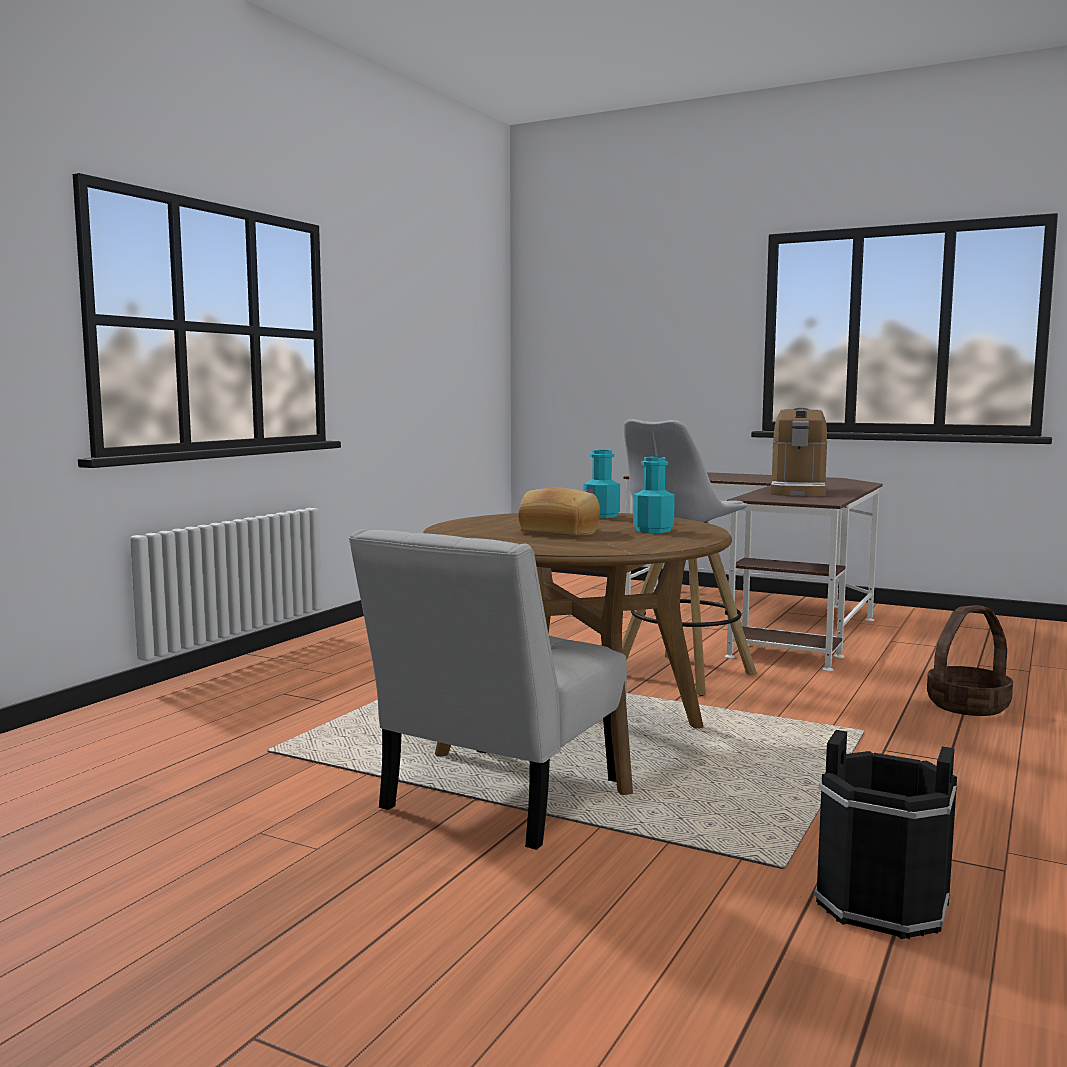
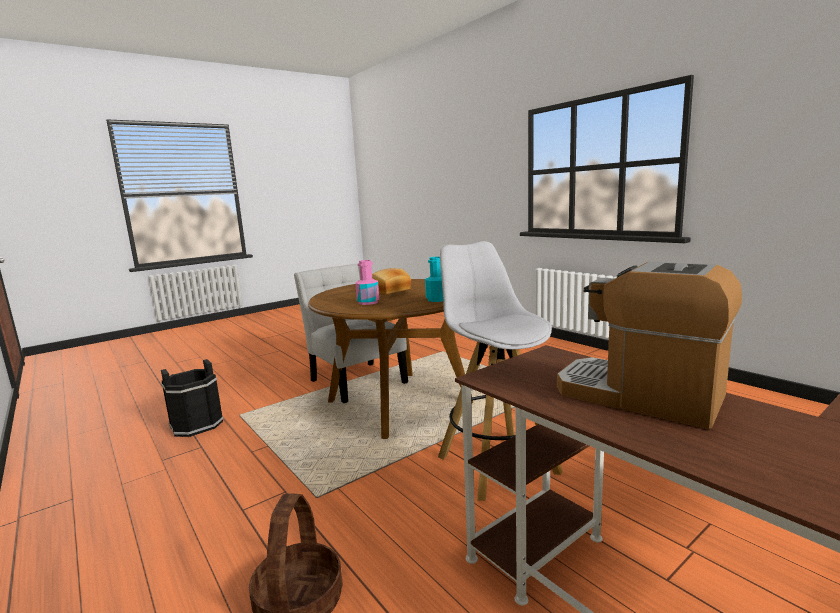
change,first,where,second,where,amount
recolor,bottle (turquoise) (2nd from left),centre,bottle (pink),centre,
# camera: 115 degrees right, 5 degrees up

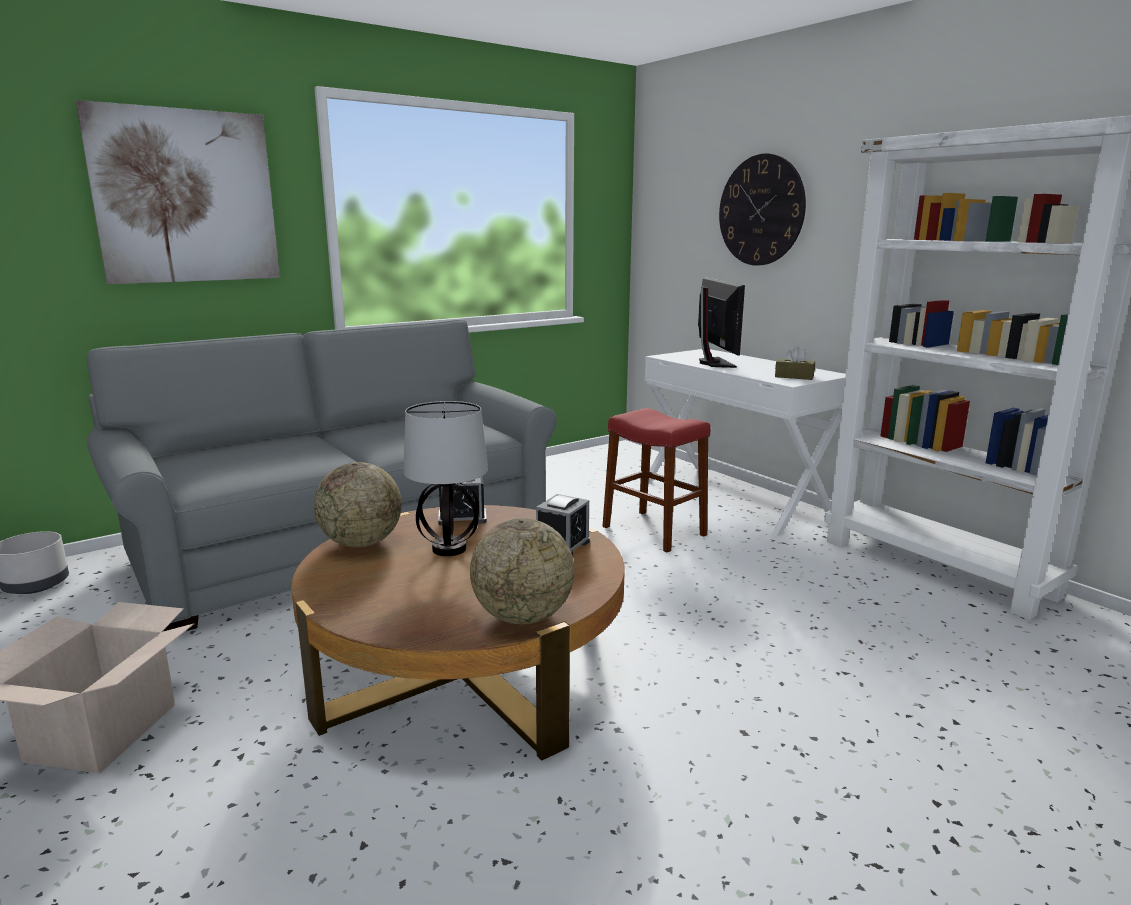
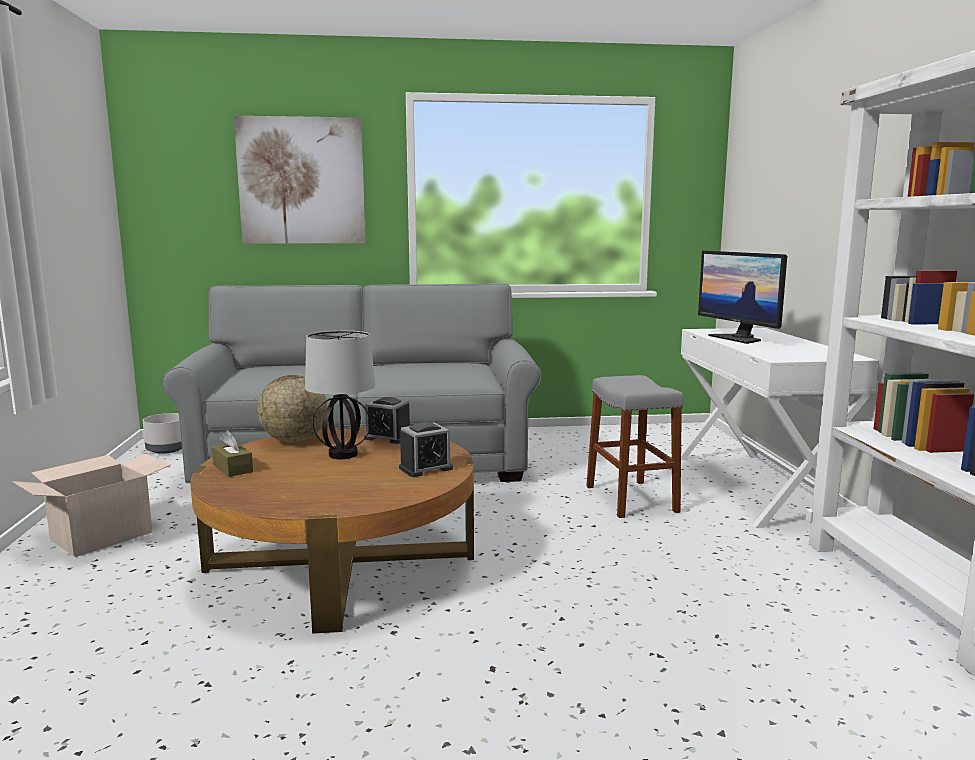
change,first,where,second,where,amount
delete,globe (2nd from left),centre,,,
recolor,stool (red),centre,stool (grey),centre,
rotate,monitor,centre,,middle right,135 degrees clockwise
delete,wall clock,top right,,,
move,tissue box (brown),middle right,,middle left,
# camera: 30 degrees right, 5 degrees down

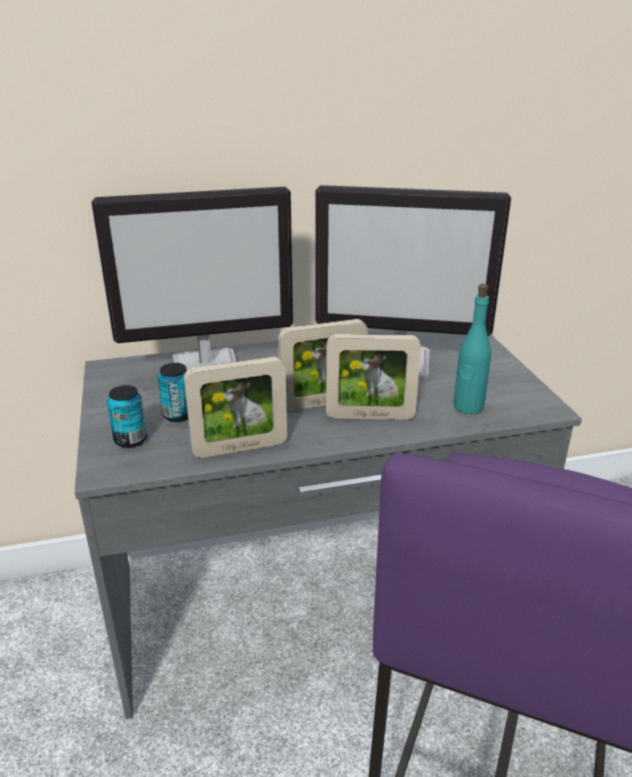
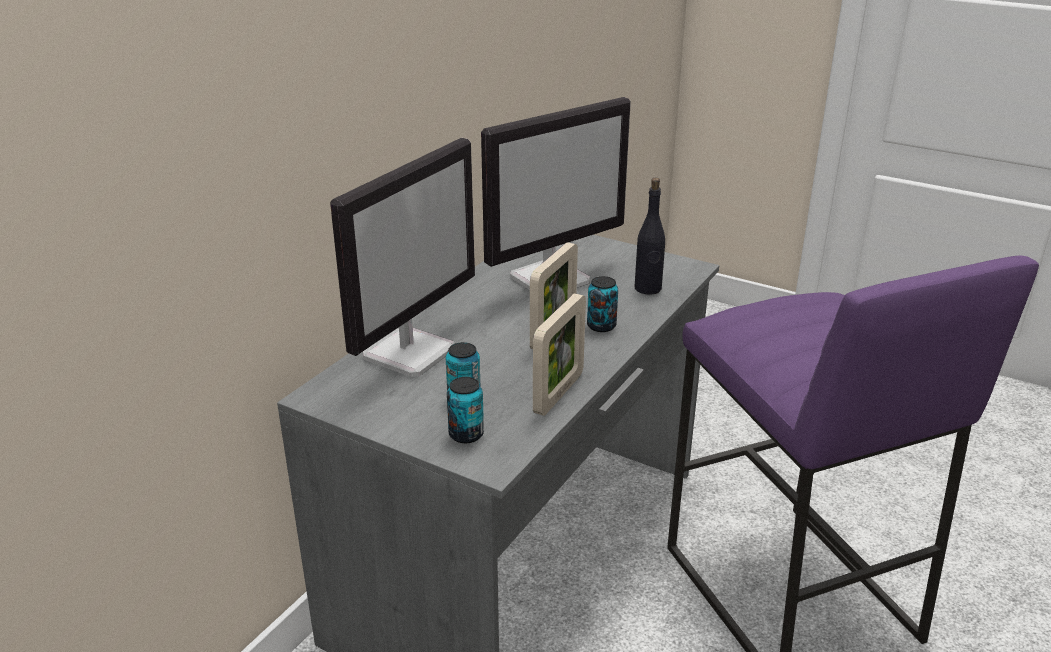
change,first,where,second,where,amount
replace,picture frame (3rd from left),centre,can (3rd from left),centre,
recolor,bottle (turquoise),middle right,bottle (black),centre,
# camera: 45 degrees left, 0 degrees up

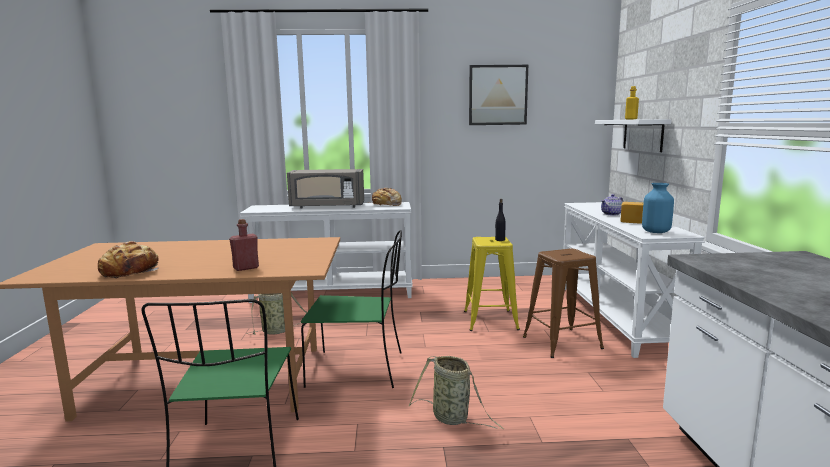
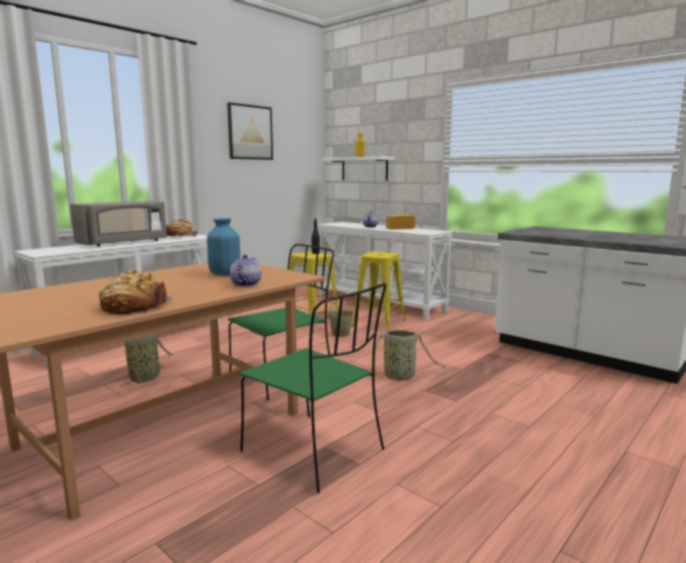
change,first,where,second,where,amount
replace,bottle (red),middle left,teapot (1st from left),centre,
recolor,stool (brown),middle right,stool (yellow) (2nd from left),centre,
move,vase (blue),middle right,,middle left,
insert,,,bucket (beige),centre,
# camera: 45 degrees left, 0 degrees up

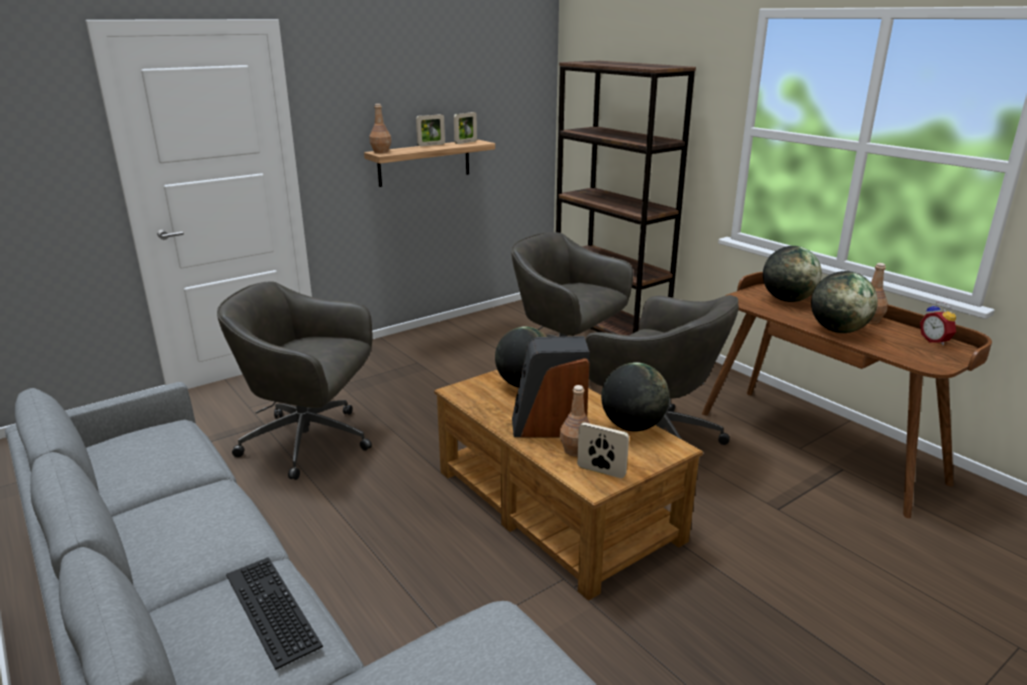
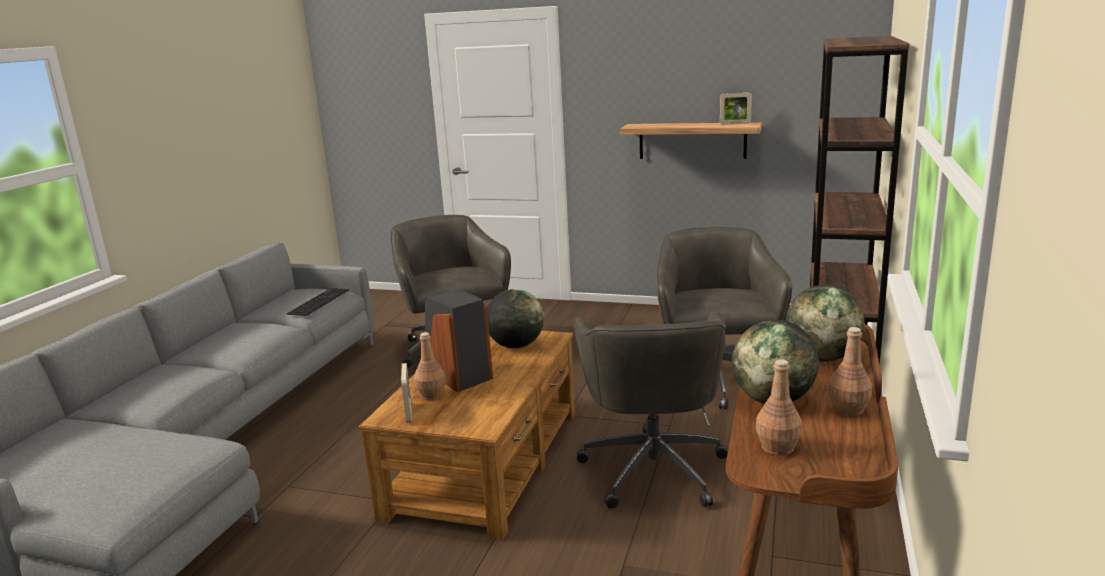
change,first,where,second,where,amount
move,keyboard,bottom left,,middle left,
move,bottle (brown) (1st from left in the first image),top centre,bottle (brown) (2nd from left),bottom right,
delete,picture frame (1st from left),top centre,,,
delete,globe (2nd from left),centre,,,
delete,alarm clock,middle right,,,
# camera: 55 degrees right, 5 degrees down

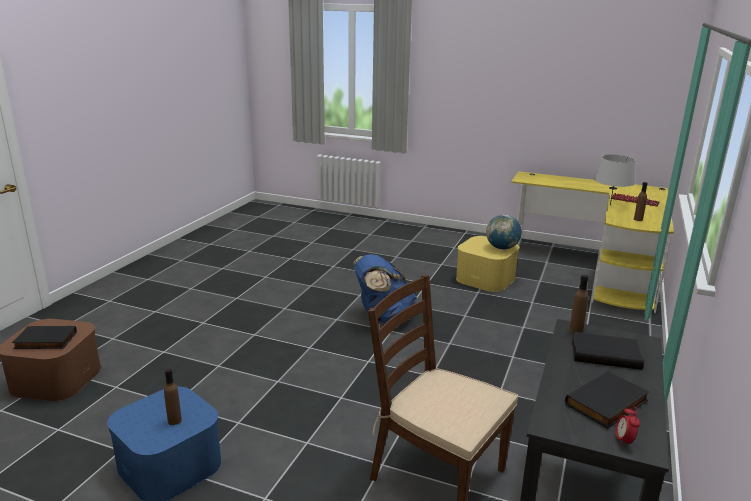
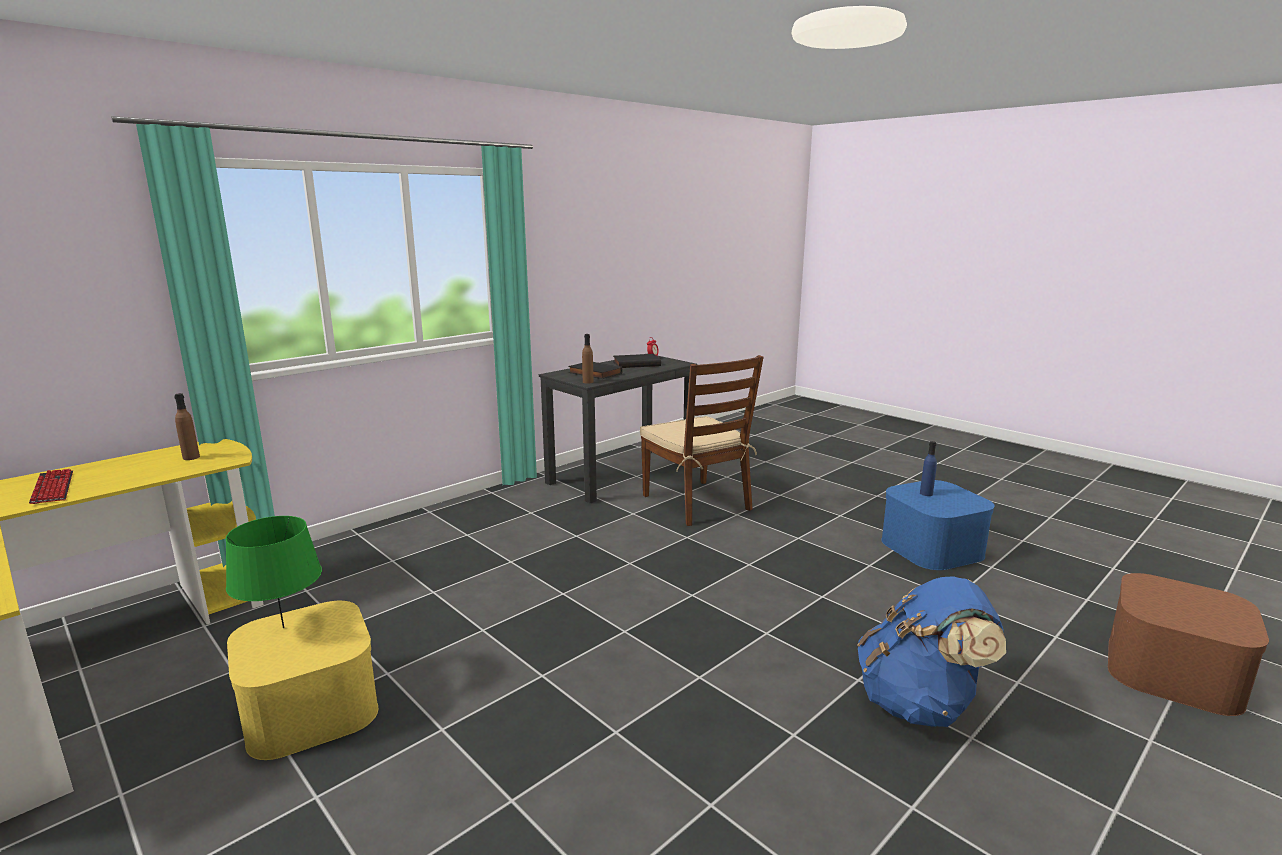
change,first,where,second,where,amount
delete,book (black) (1st from left),bottom left,,,
recolor,bottle (brown) (1st from left),bottom left,bottle (blue),middle right,
move,backpack (blue),centre,,bottom right,
replace,globe,middle right,table lamp (green),bottom left,
delete,table lamp (grey),middle right,,,
# camera: 155 degrees left, 5 degrees down

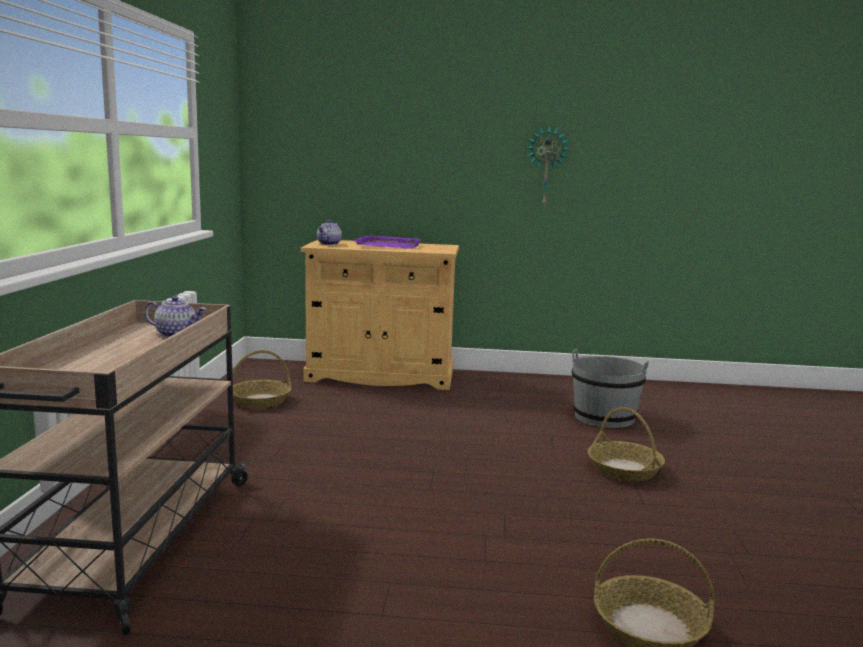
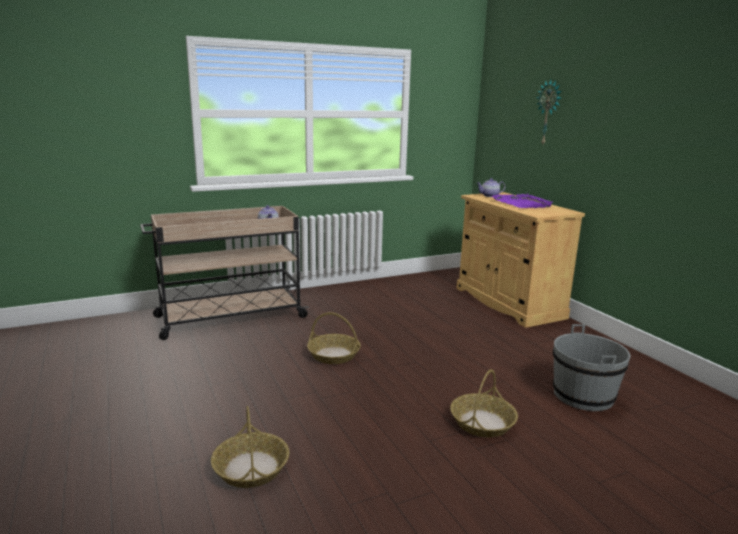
change,first,where,second,where,amount
move,basket (1st from left in the first image),middle left,basket (2nd from left),centre,
move,wall clock,top centre,,top right,
# camera: 60 degrees right, 5 degrees up

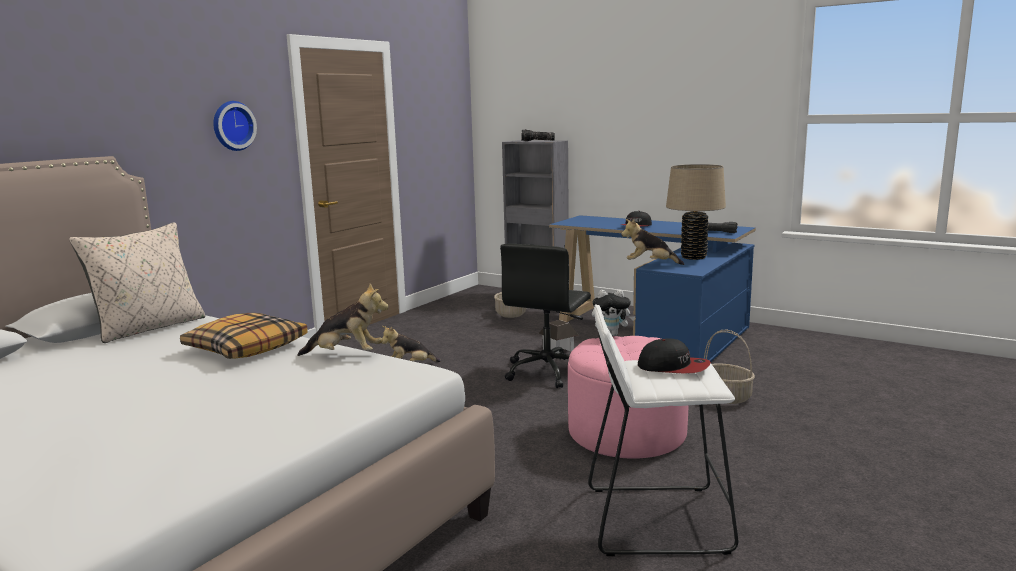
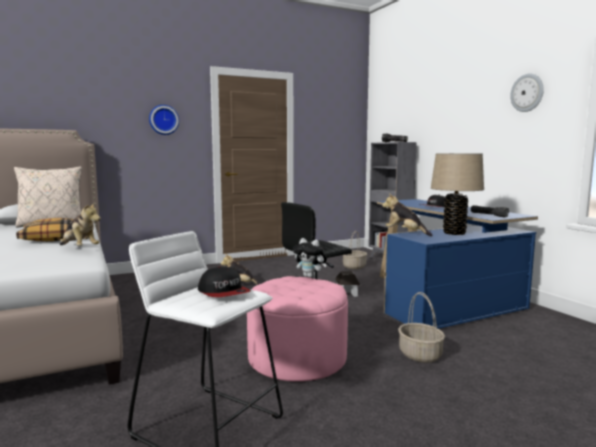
change,first,where,second,where,amount
insert,,,wall clock (2nd from left),top right,
# camera: 30 degrees right, 5 degrees down

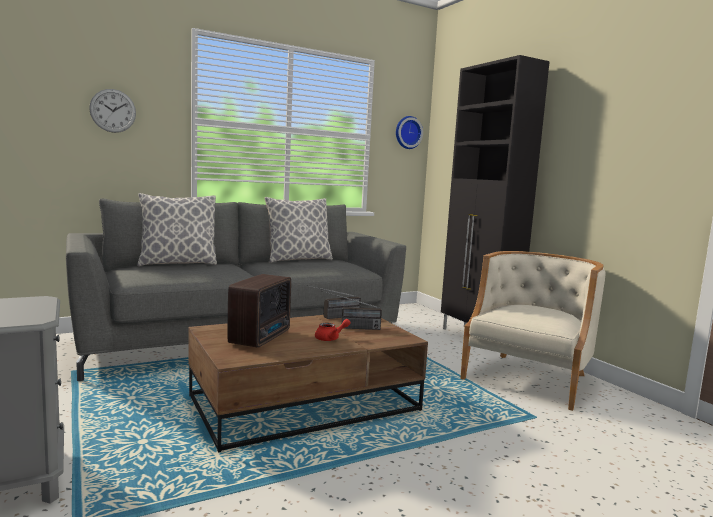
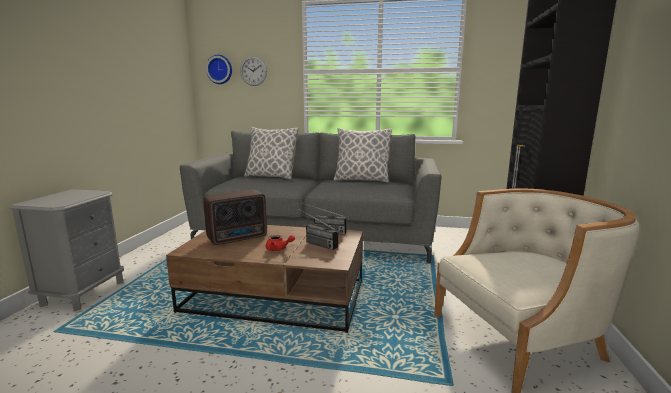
change,first,where,second,where,amount
move,wall clock (2nd from left in the first image),top centre,wall clock (1st from left),top left,
# camera: 40 degrees right, 5 degrees up

